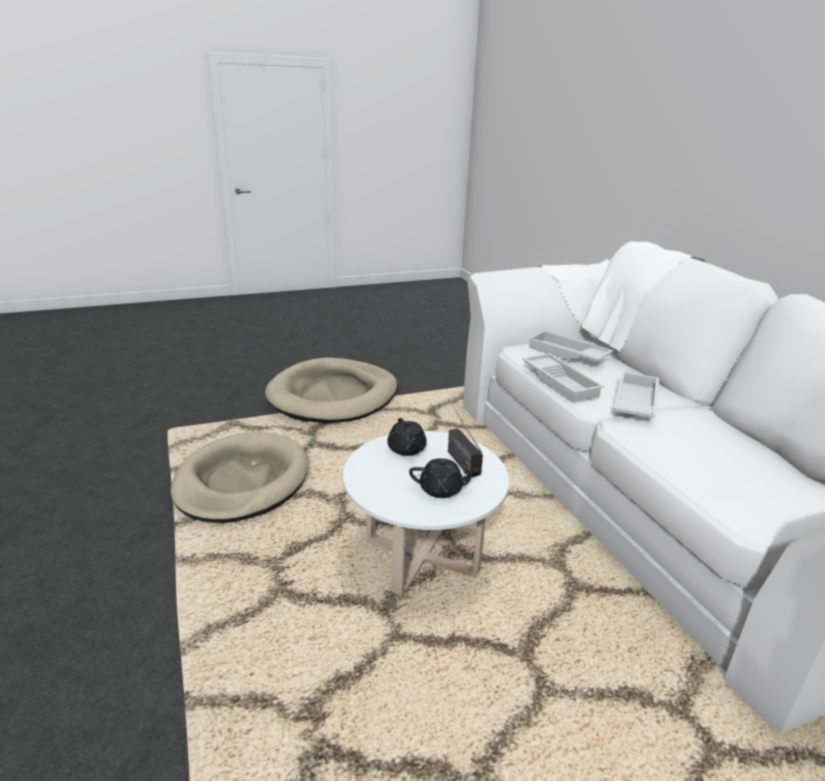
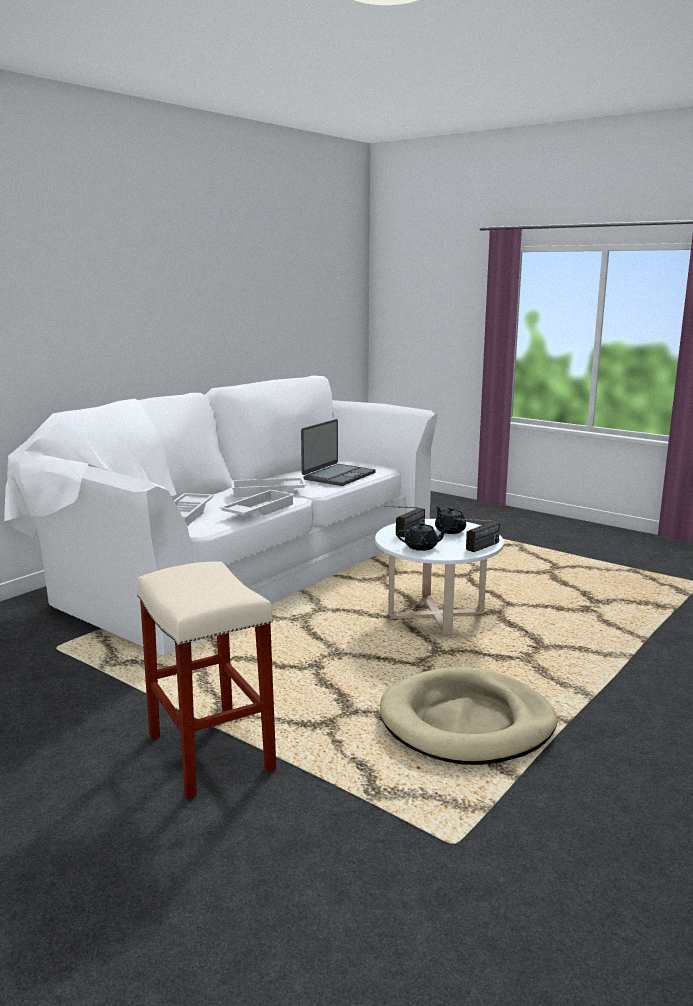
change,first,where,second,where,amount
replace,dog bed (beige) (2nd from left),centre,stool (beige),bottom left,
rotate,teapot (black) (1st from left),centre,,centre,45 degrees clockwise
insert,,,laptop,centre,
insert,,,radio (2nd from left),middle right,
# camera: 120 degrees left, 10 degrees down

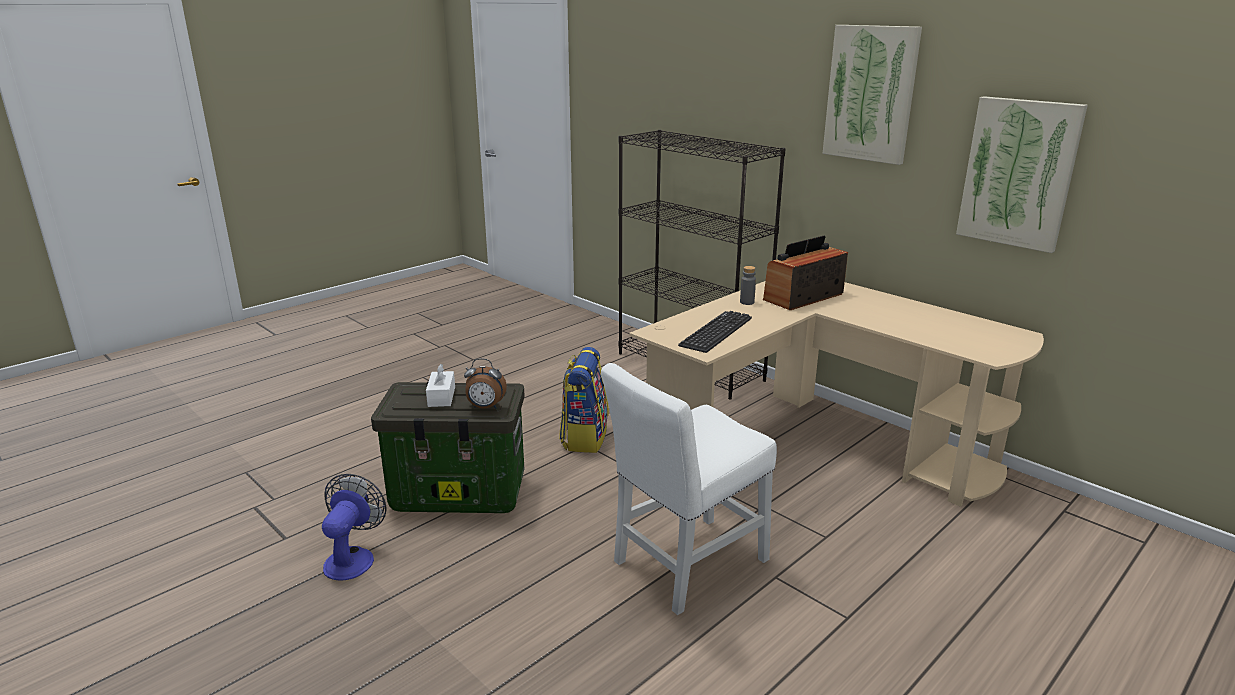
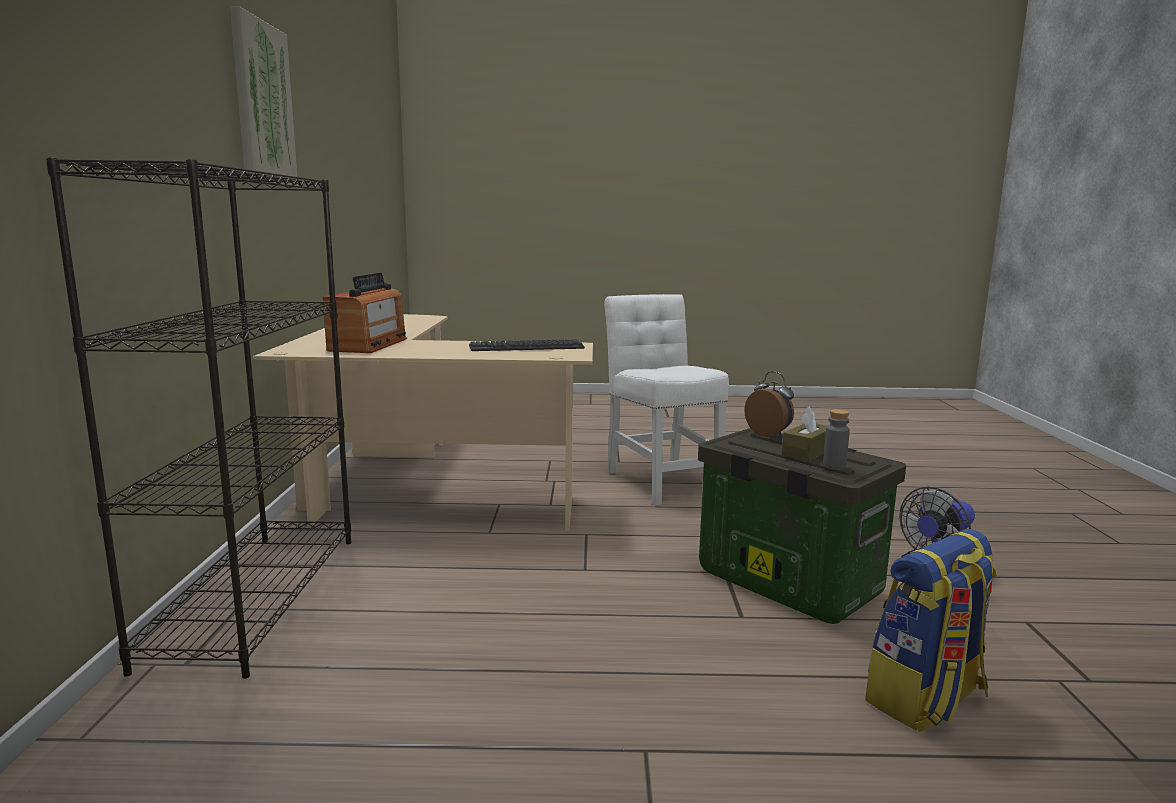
change,first,where,second,where,amount
recolor,tissue box (white),centre,tissue box (brown),middle right,
move,backpack,centre,,bottom right,
rotate,chair (white),bottom centre,,centre,120 degrees counterclockwise
move,bottle (grey),centre,,middle right,
rotate,radio,centre,,middle left,90 degrees counterclockwise
delete,picture (2nd from left),top right,,,
# camera: 135 degrees left, 10 degrees down

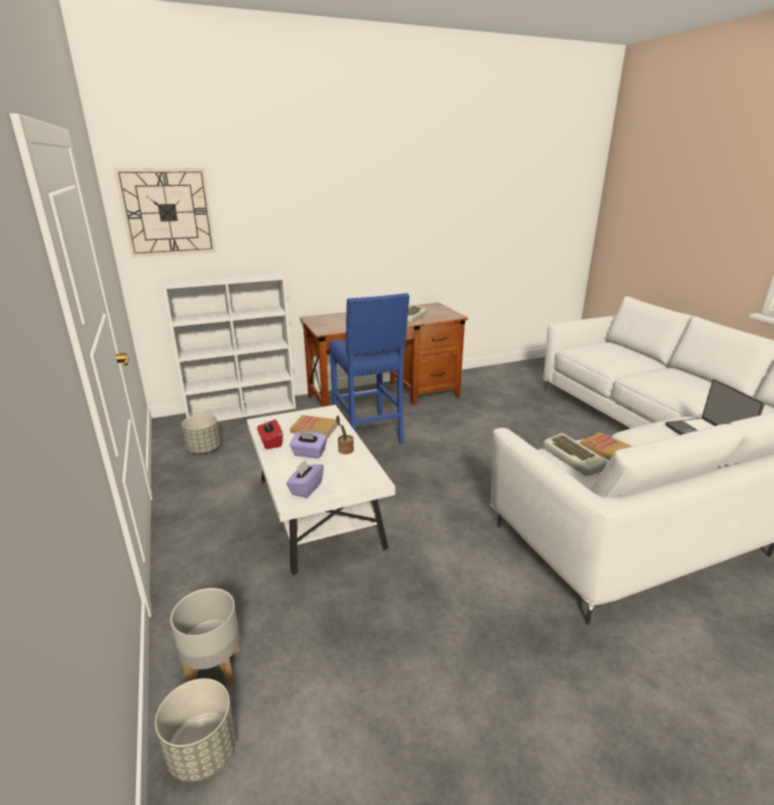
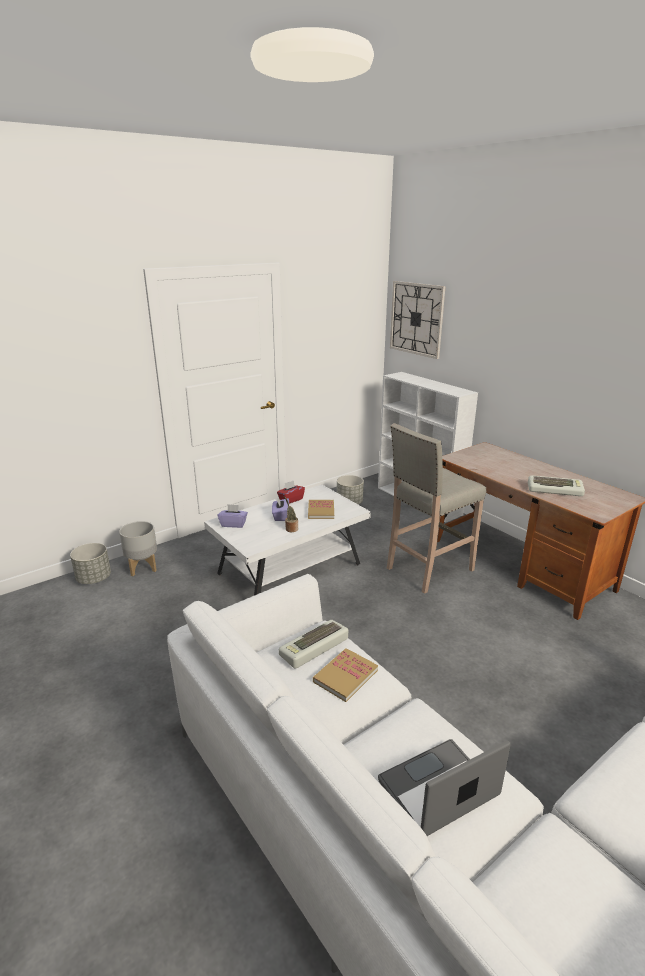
change,first,where,second,where,amount
recolor,stool (blue),centre,stool (beige),middle right,
# camera: 75 degrees right, 0 degrees up

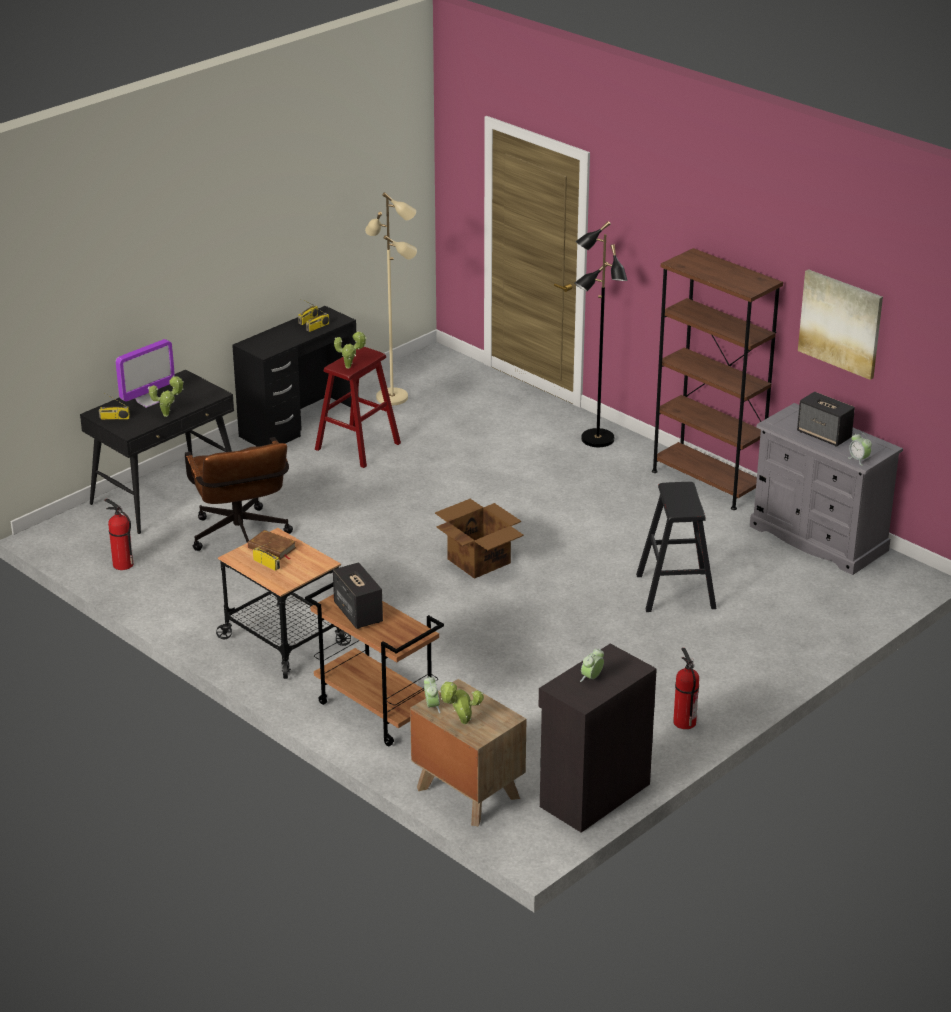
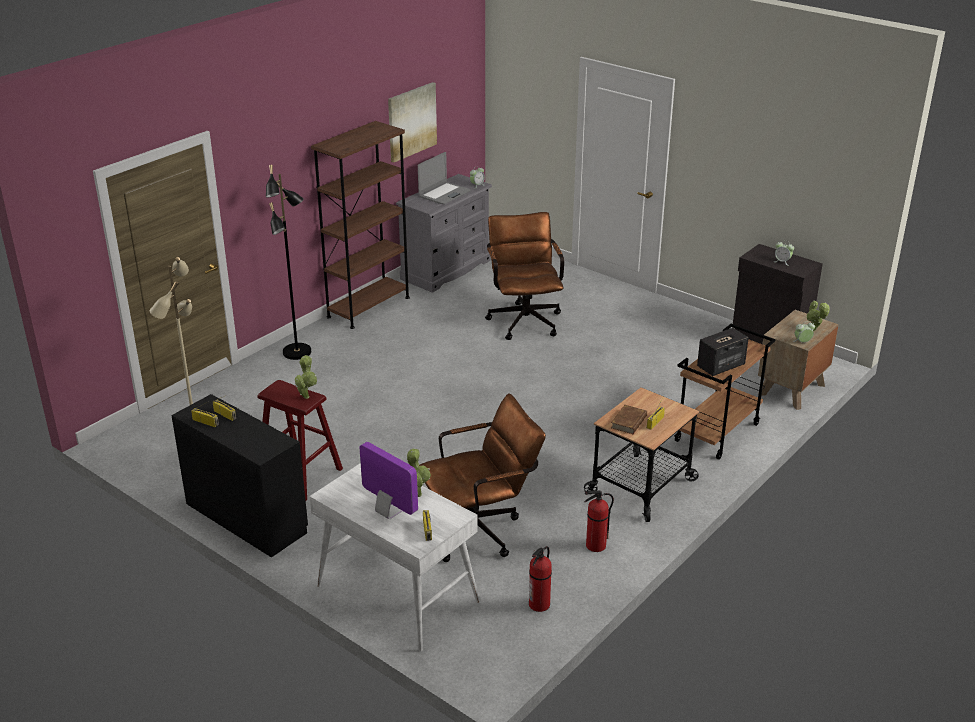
change,first,where,second,where,amount
recolor,desk (black) (1st from left),middle left,desk (white),bottom centre,
delete,cardboard box,centre,,,
replace,stool (black),middle right,office chair (brown) (2nd from left),centre,
move,fire extinguisher (2nd from left),bottom right,,bottom centre,
replace,speaker (2nd from left),middle right,laptop,top centre,
# camera: 95 degrees left, 0 degrees up

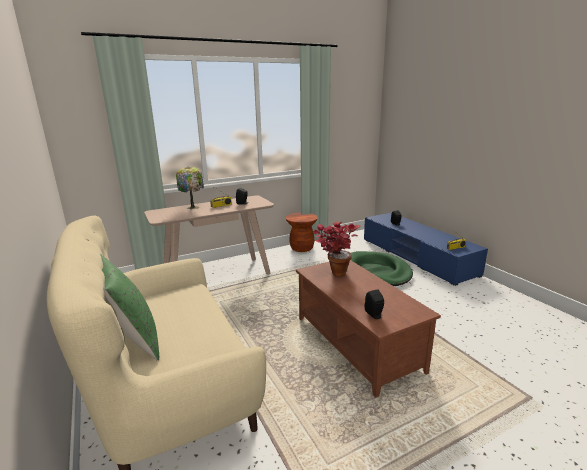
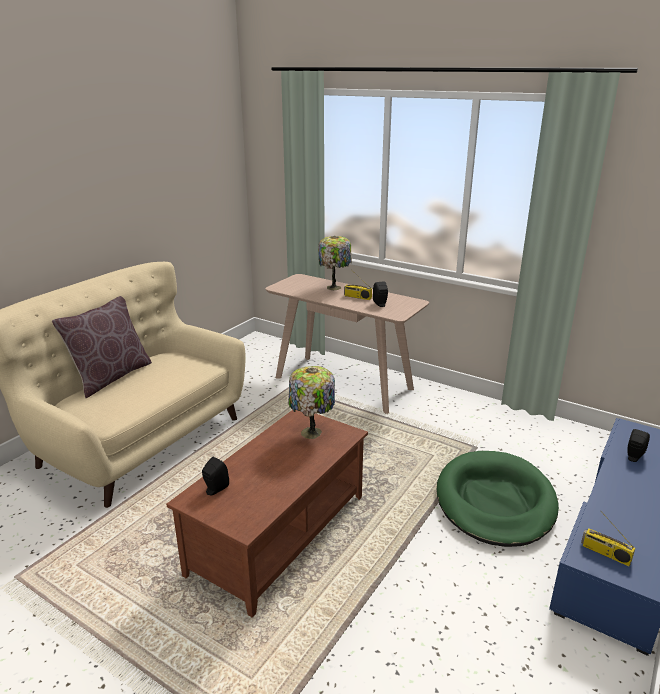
change,first,where,second,where,amount
recolor,pillow (green),middle left,pillow (brown),middle left,
delete,stool (brown),centre,,,
replace,potted plant,centre,table lamp (1st from left),centre,
# camera: 60 degrees right, 5 degrees up

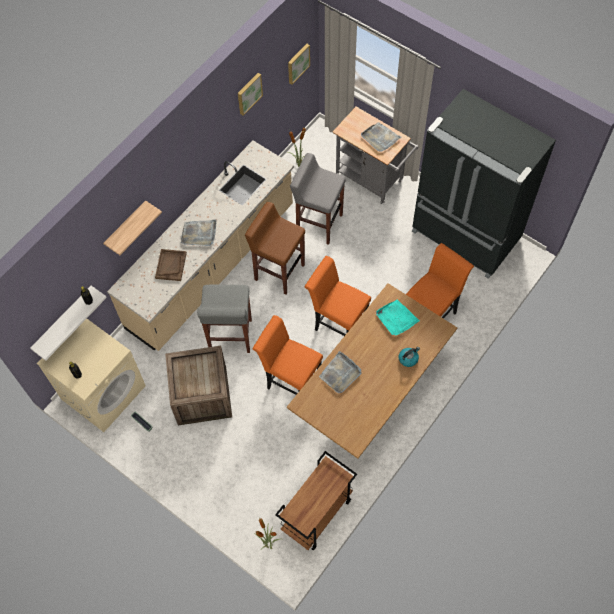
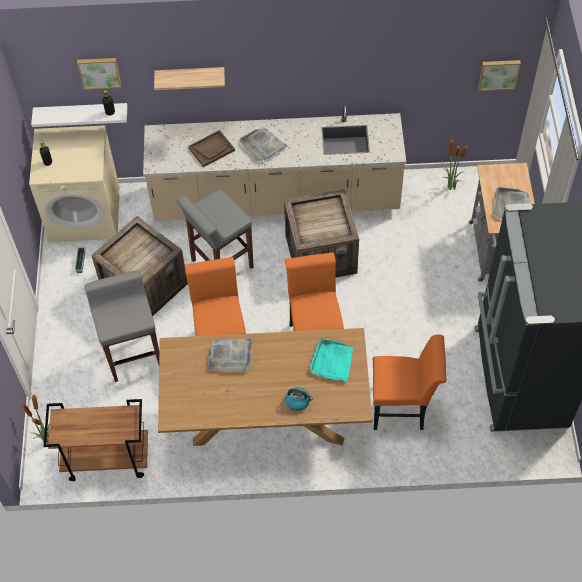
change,first,where,second,where,amount
move,picture (1st from left),top centre,,top left,
replace,stool (brown),centre,crate (2nd from left),centre,
move,stool (grey) (2nd from left in the first image),top centre,stool (grey) (1st from left),middle left,
# camera: 50 degrees right, 5 degrees down

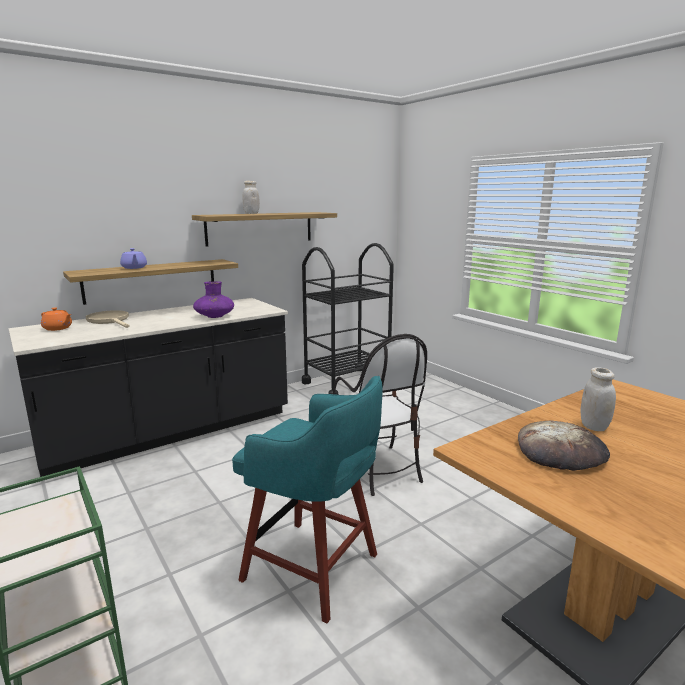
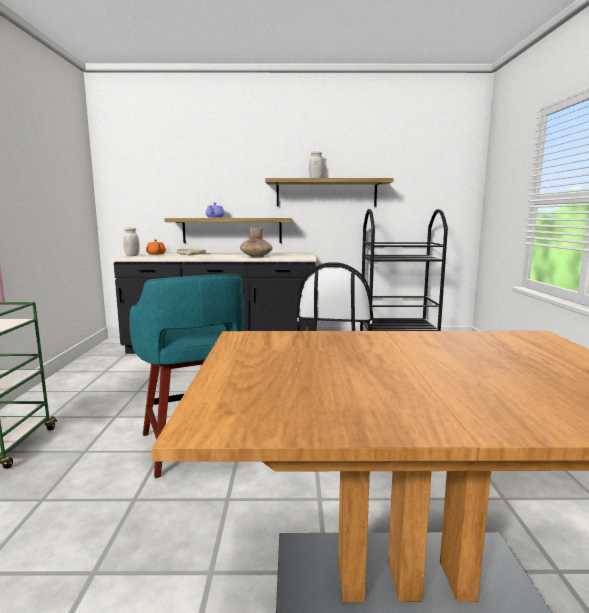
change,first,where,second,where,amount
recolor,vase (purple),middle left,vase (brown),centre,
delete,bread,middle right,,,
move,jar (white) (2nd from left in the first image),middle right,jar (white) (1st from left),middle left,
# camera: 35 degrees right, 5 degrees down

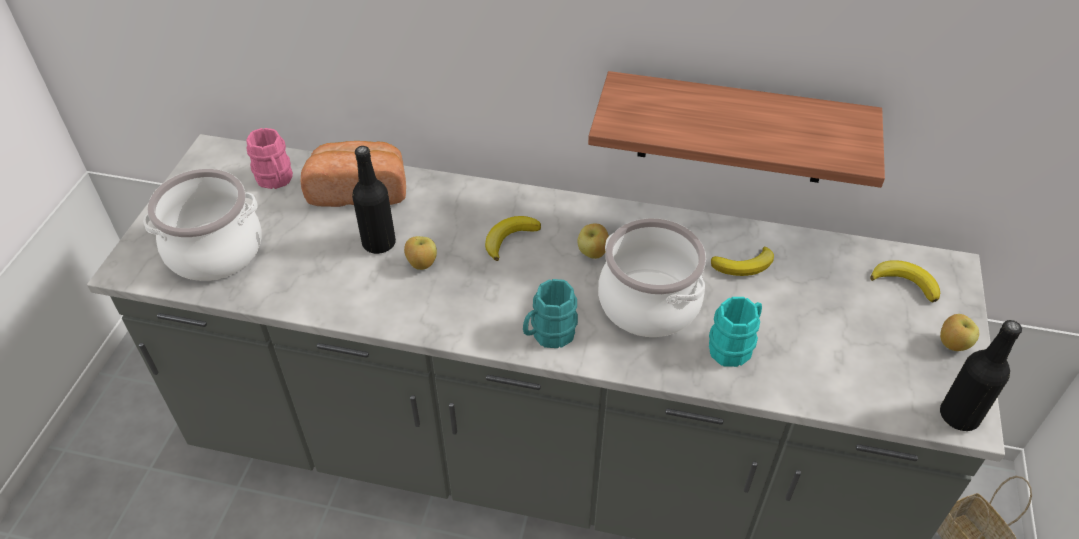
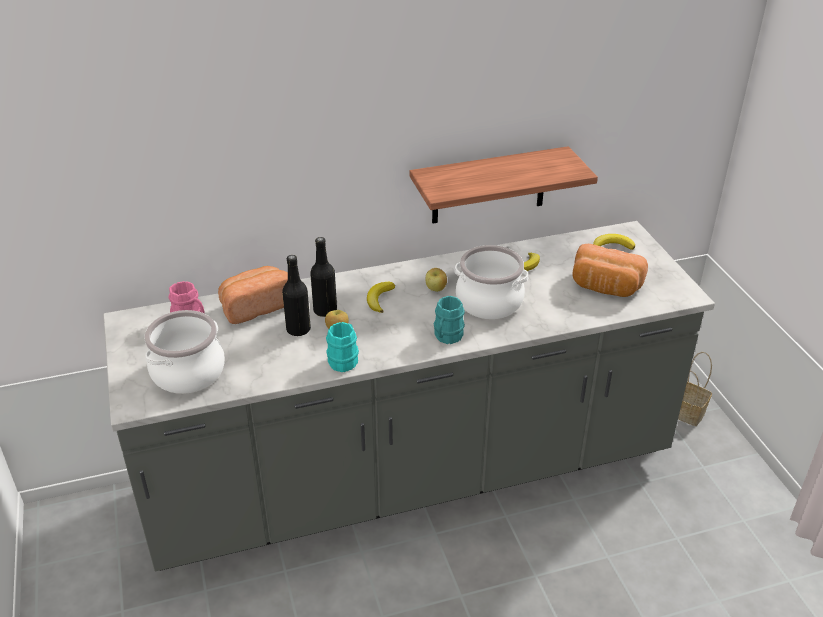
change,first,where,second,where,amount
move,mug (turquoise) (2nd from left in the first image),middle right,mug (turquoise) (1st from left),centre,
delete,apple (3rd from left),middle right,,,
move,bottle (black) (2nd from left),bottom right,,centre,
insert,,,bread (2nd from left),middle right,
# camera: 30 degrees left, 10 degrees down

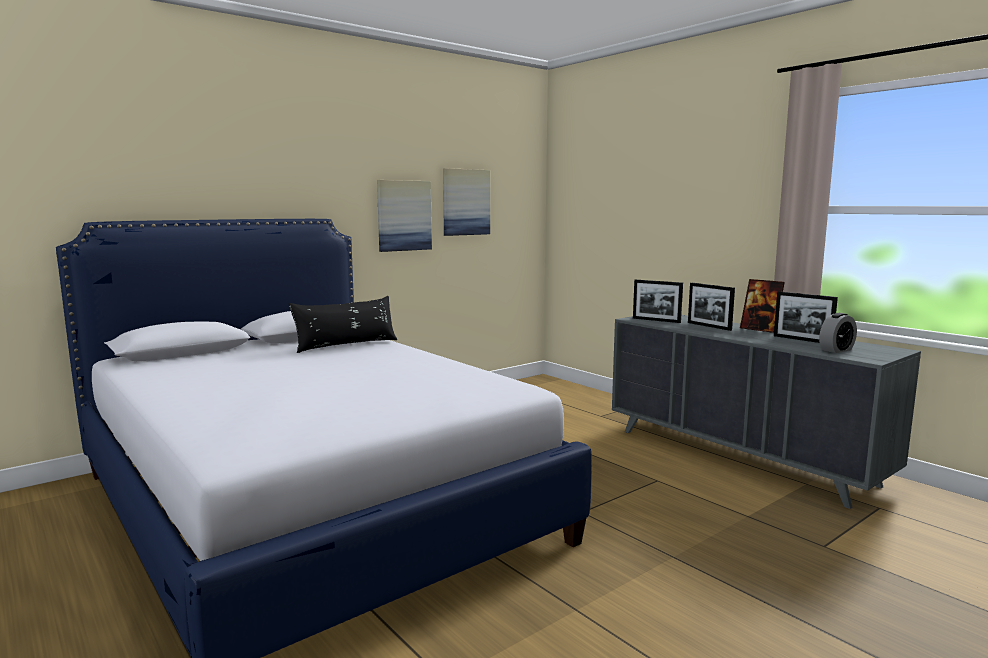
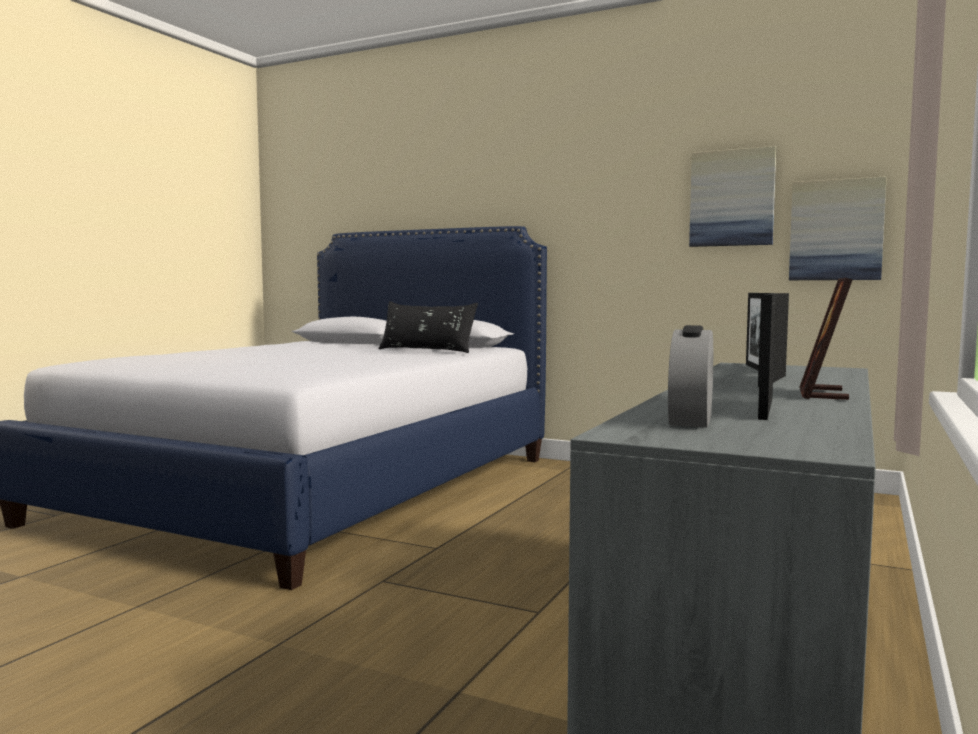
change,first,where,second,where,amount
move,picture (1st from left in the first image),top centre,picture (2nd from left),top right,
rotate,alarm clock,middle right,,middle right,75 degrees clockwise
# camera: 65 degrees right, 5 degrees down

